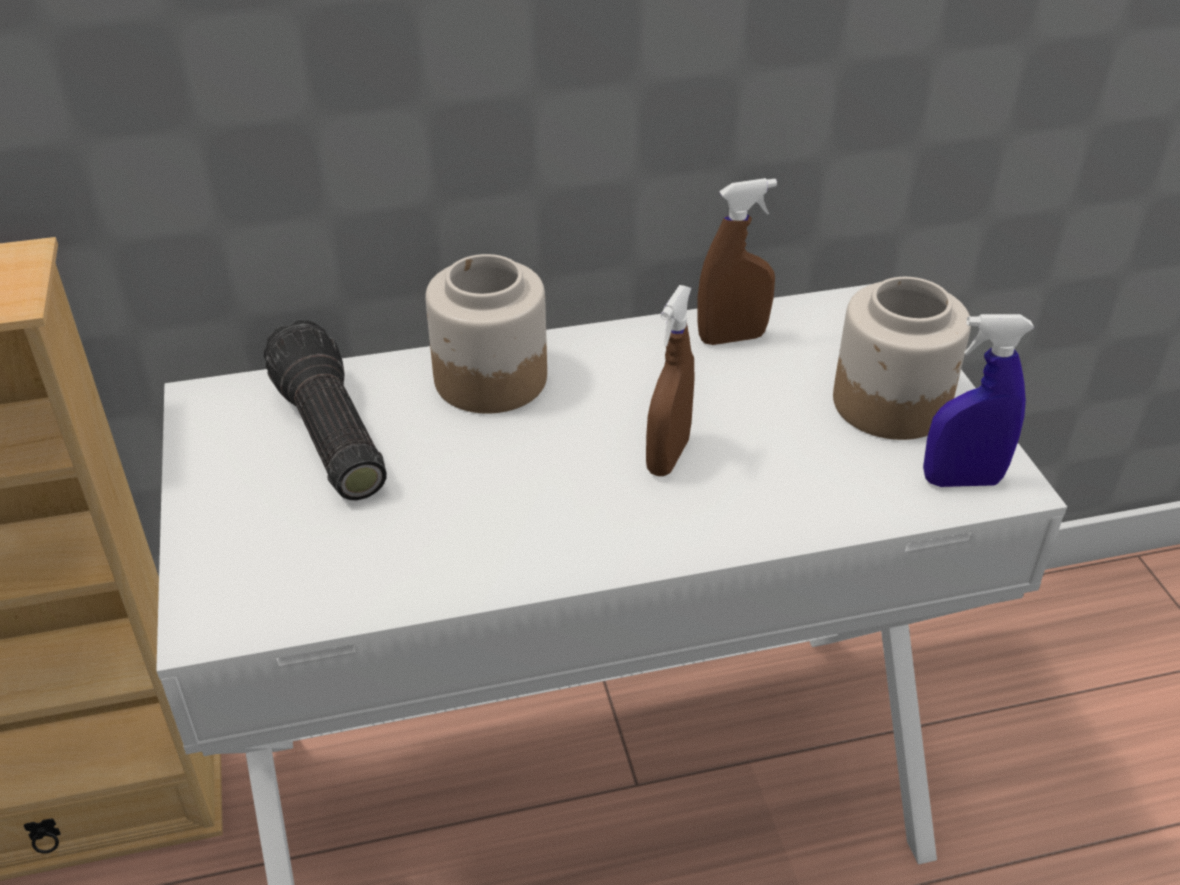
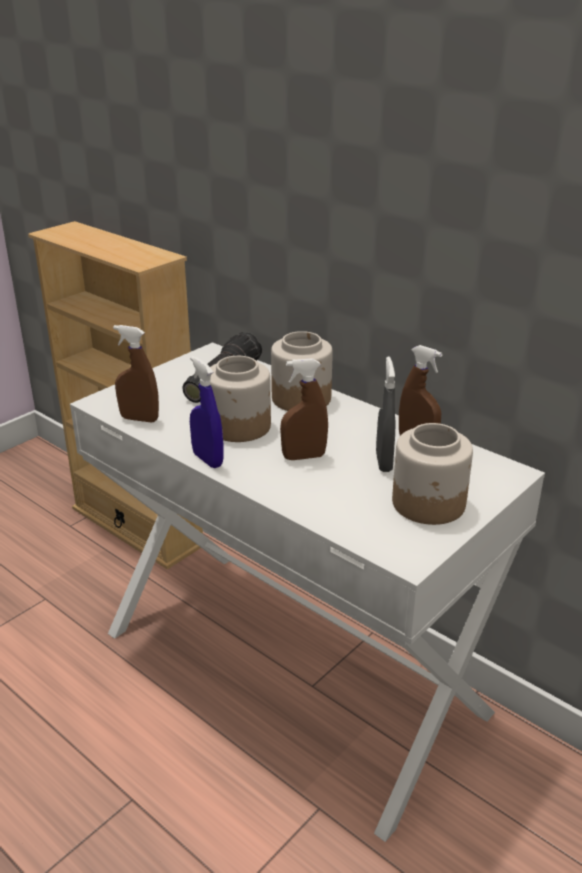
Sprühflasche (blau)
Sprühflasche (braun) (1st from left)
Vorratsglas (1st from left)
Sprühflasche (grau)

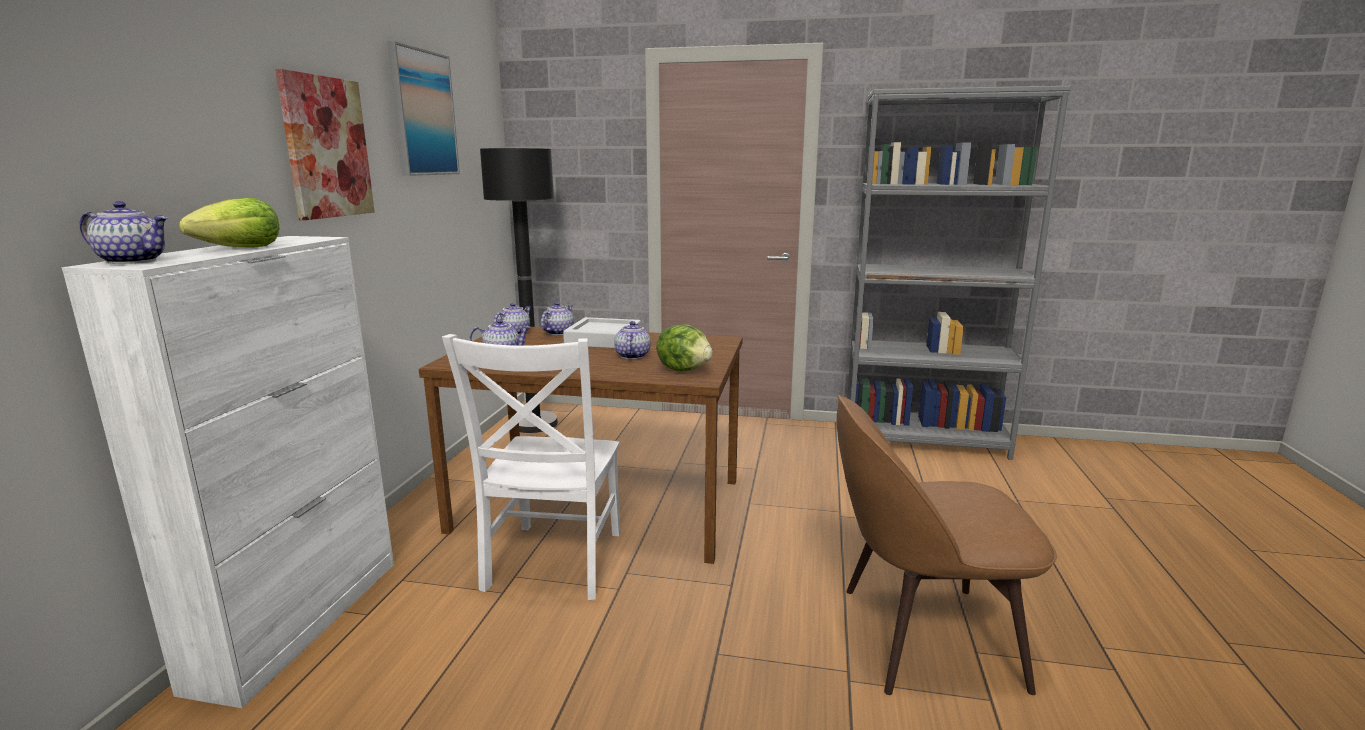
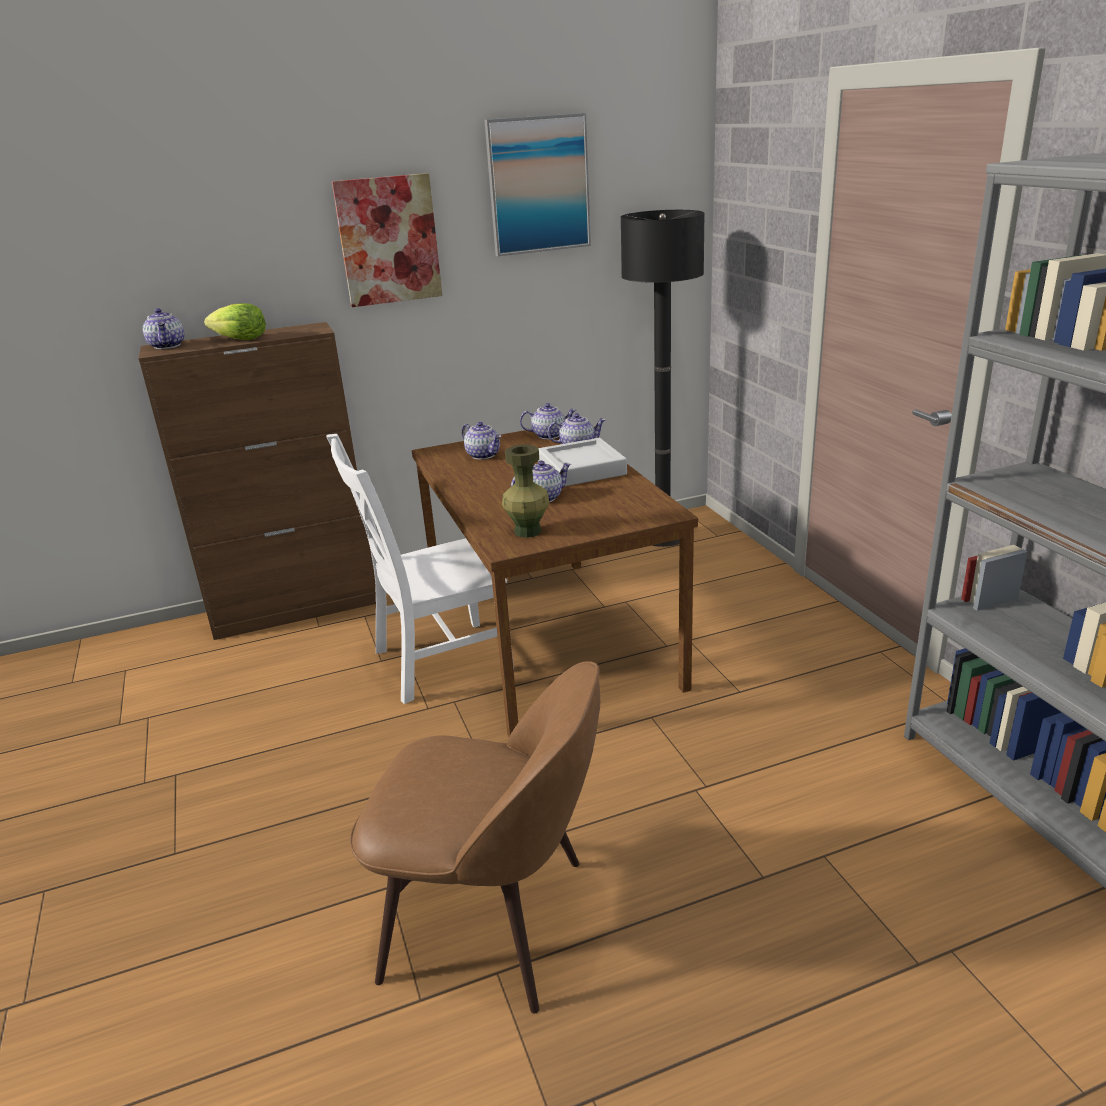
Schrank (braun)
Vase (grün)
Stuhl (braun)

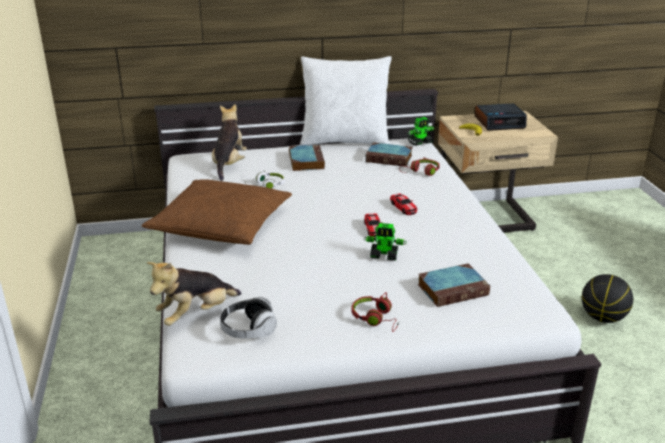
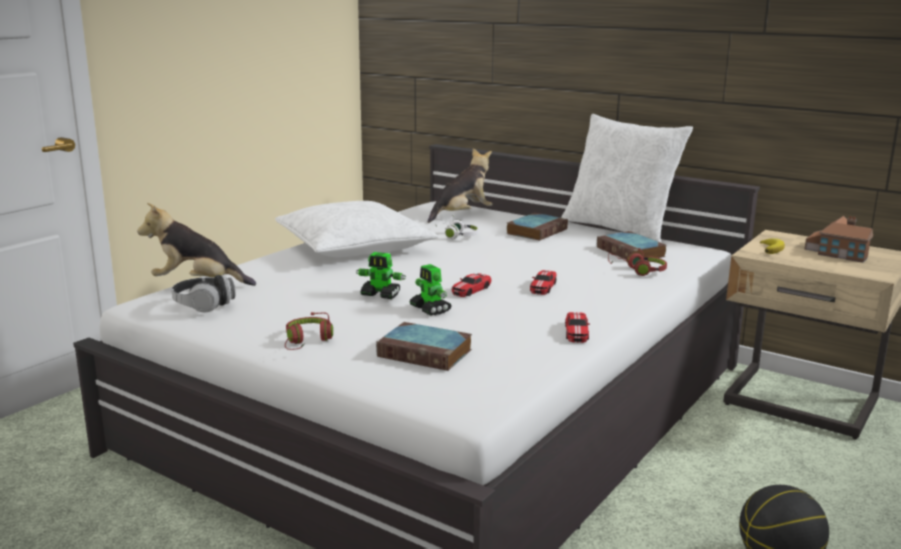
Spielzeughaus
Spielzeugroboter (1st from left)
Kissen (weiß) (1st from left)
Spielzeugauto (3rd from left)

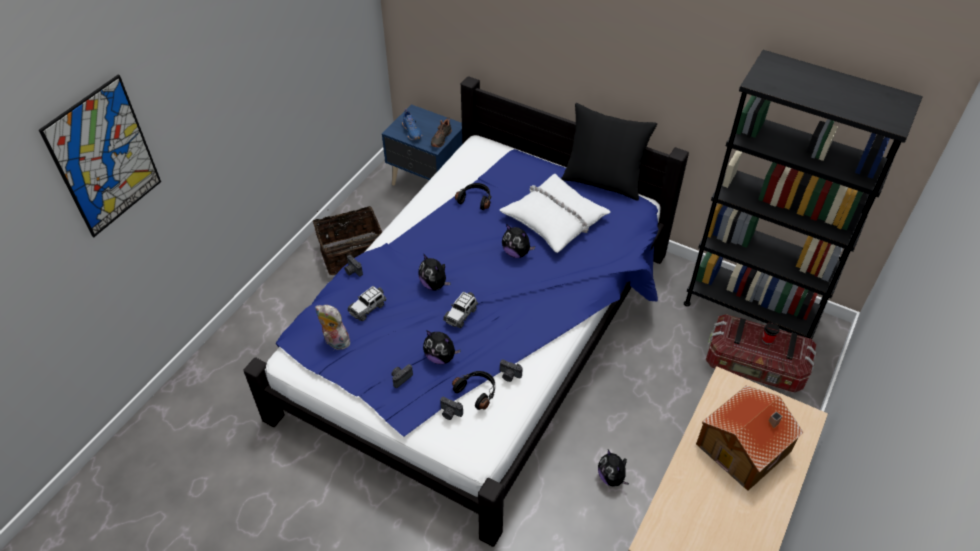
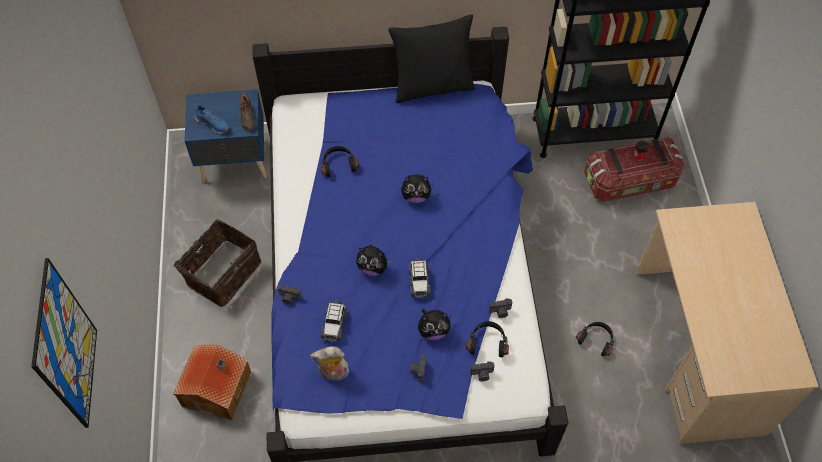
Kissen (weiß)
Spielzeughaus
Kopfhörer (schwarz) (3rd from left)

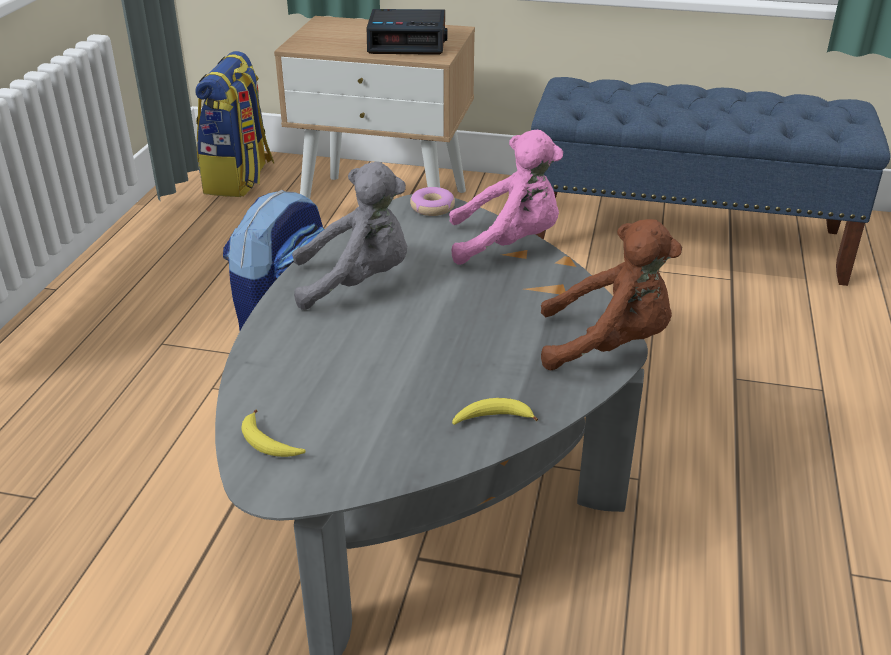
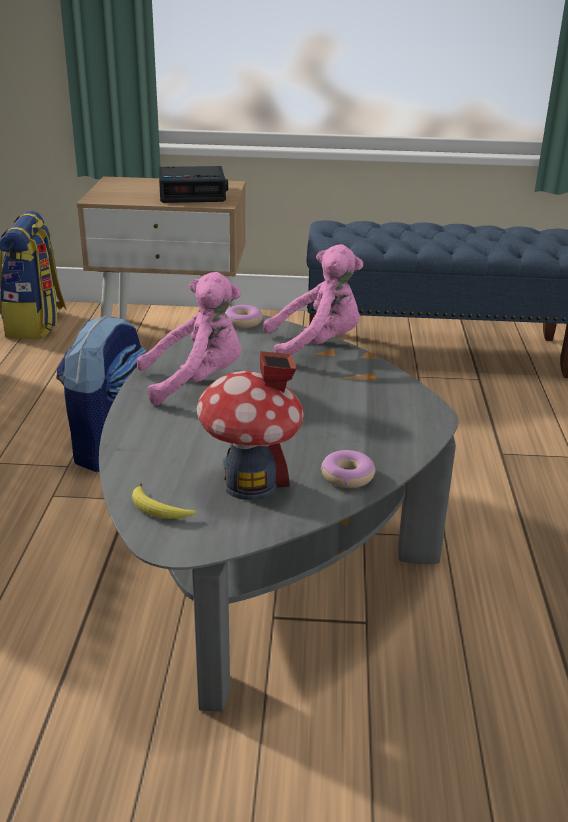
Plüschtier (rosa) (1st from left)
Plüschtier (braun)
Donut (2nd from left)
Spielzeughaus

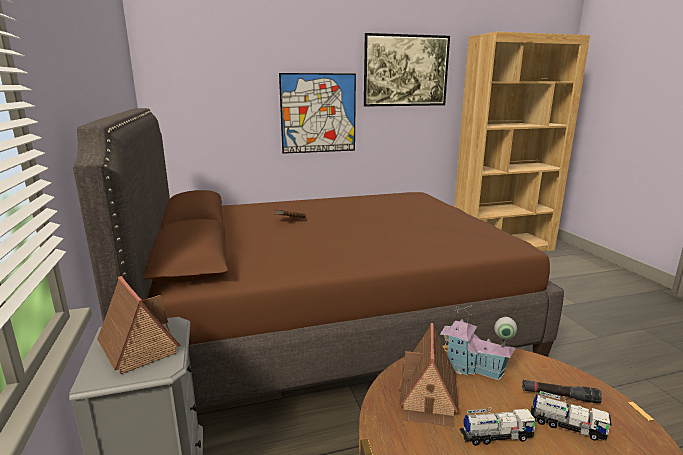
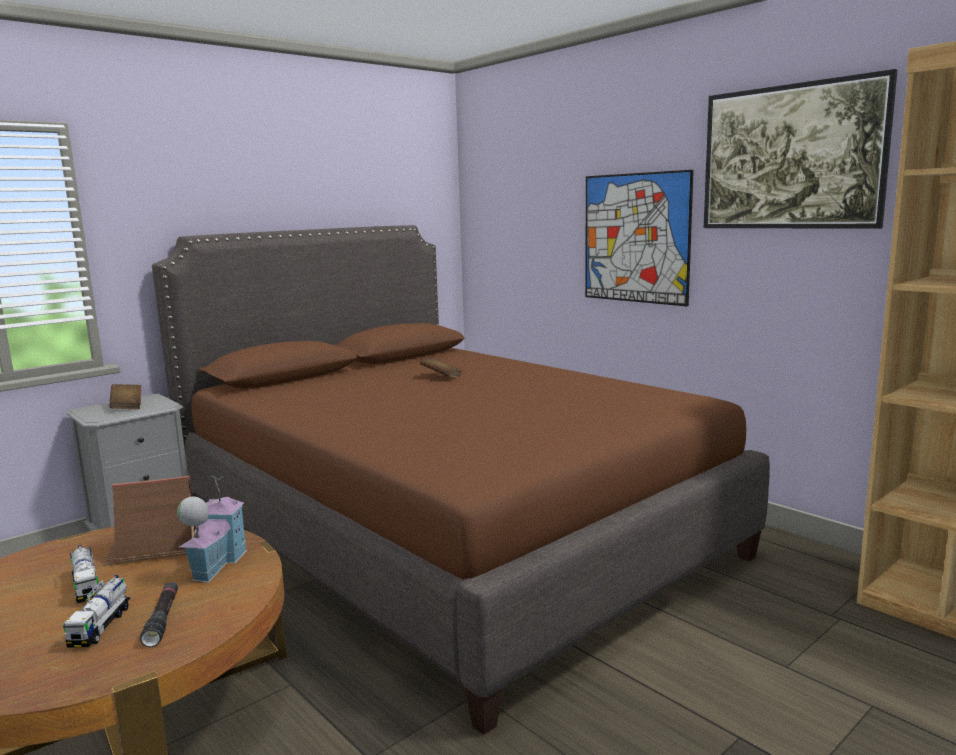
Buch (braun) (1st from left)

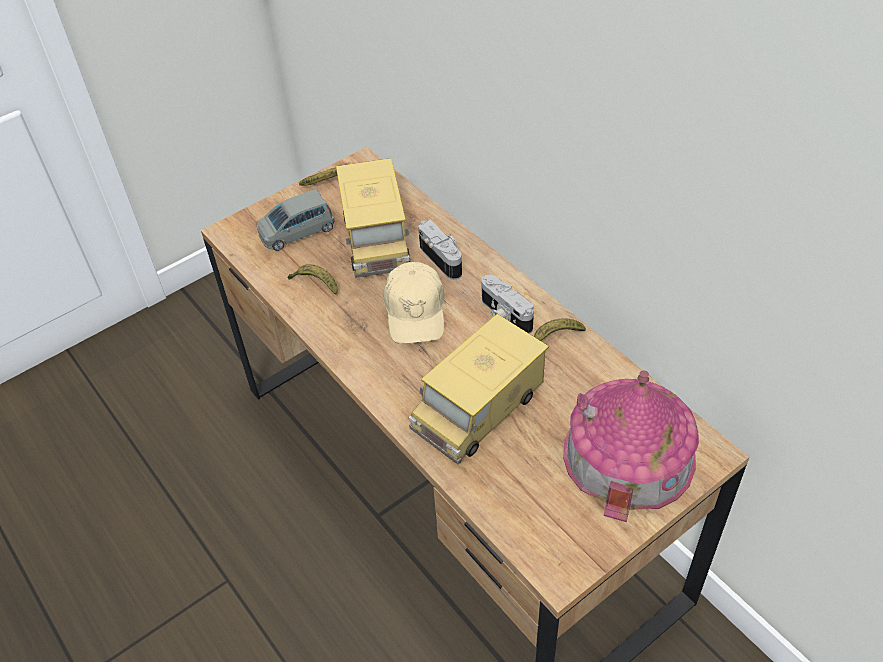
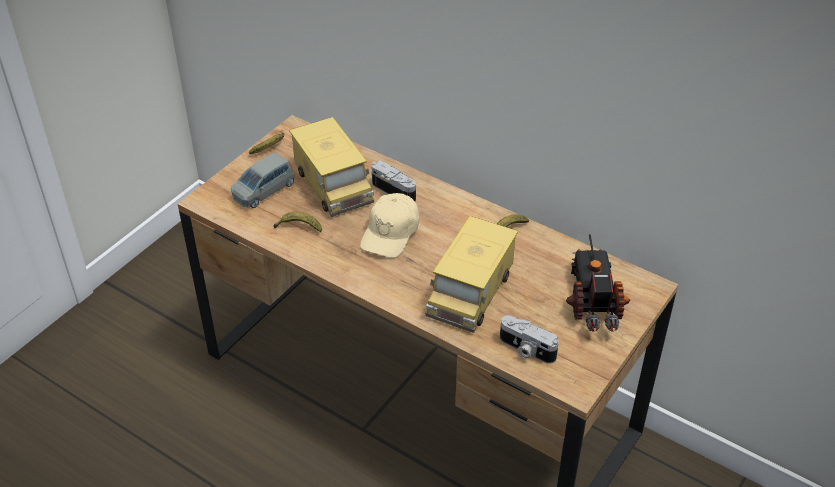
Kappe (beige)
Kamera (2nd from left)
Spielzeuglaster (3rd from left)

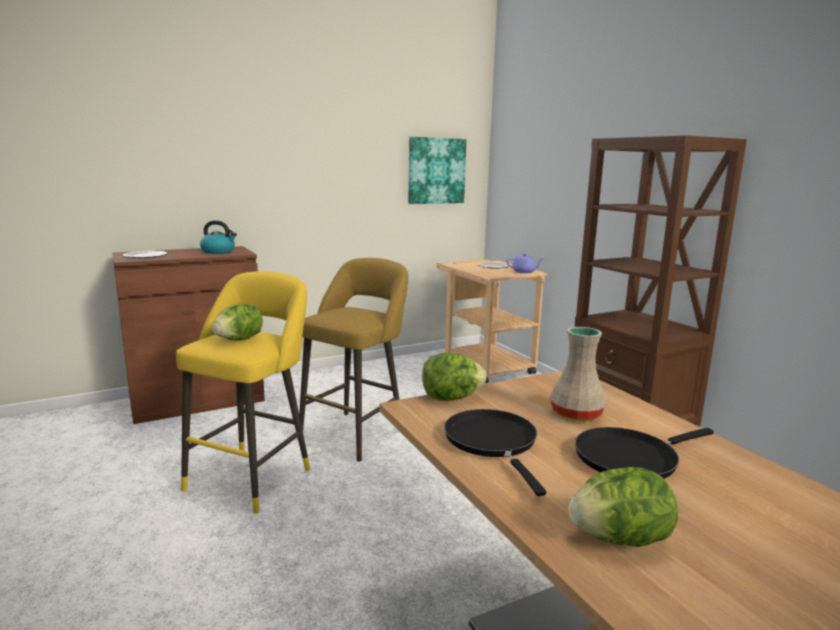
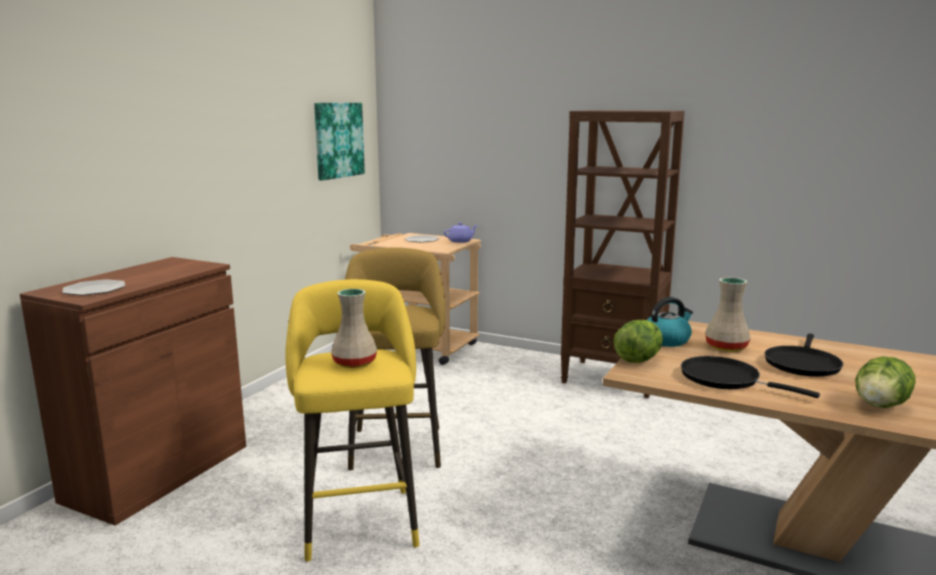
Wasserkessel
Vase (beige) (1st from left)

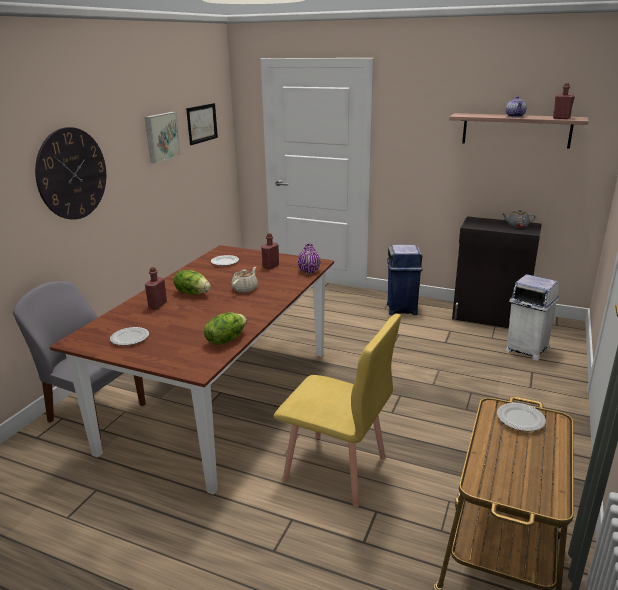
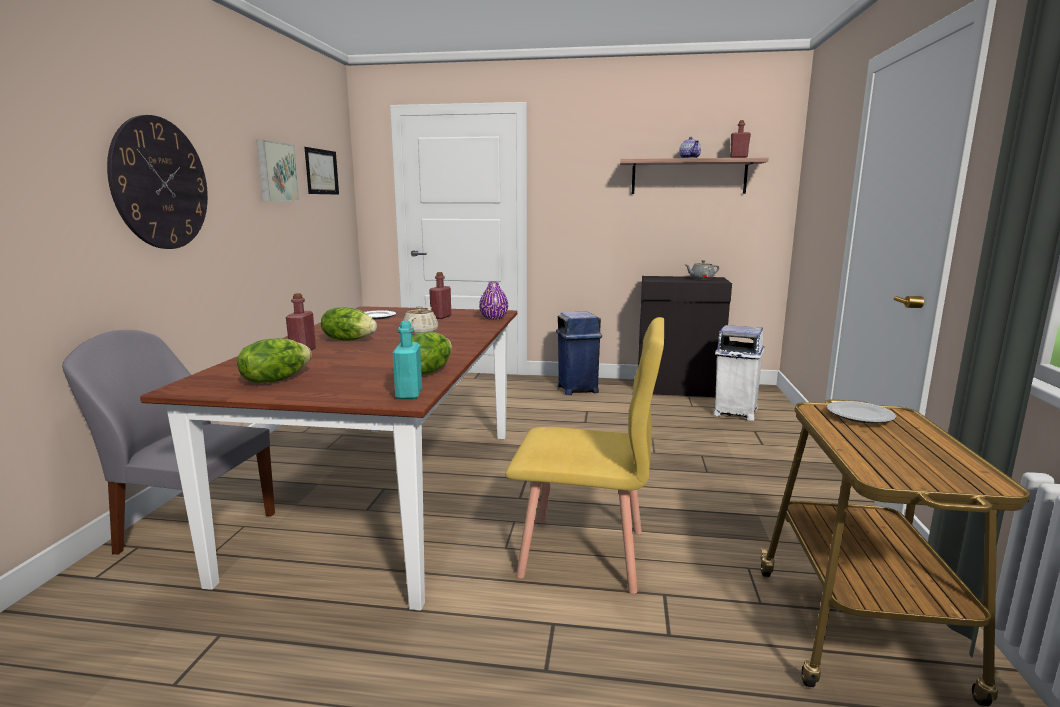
Salatkopf (1st from left)
Flasche (türkis)

